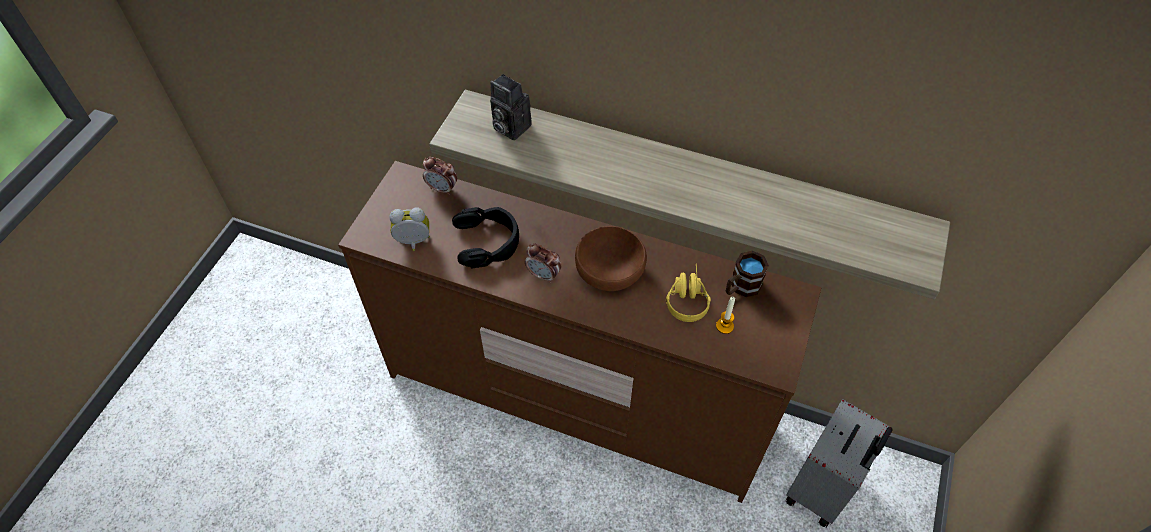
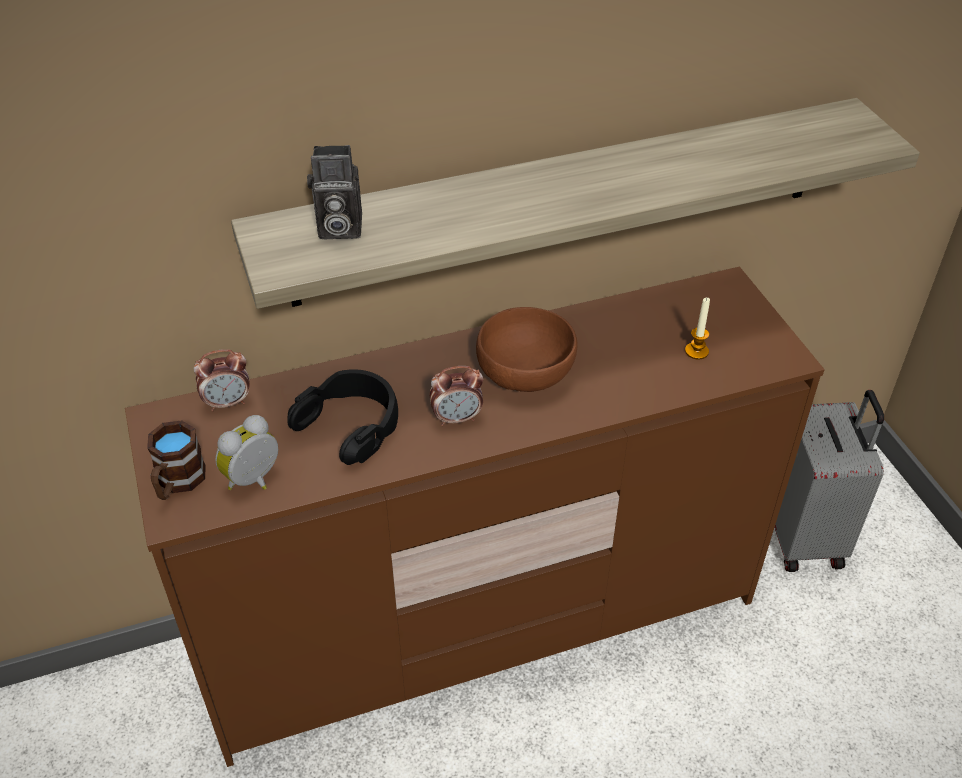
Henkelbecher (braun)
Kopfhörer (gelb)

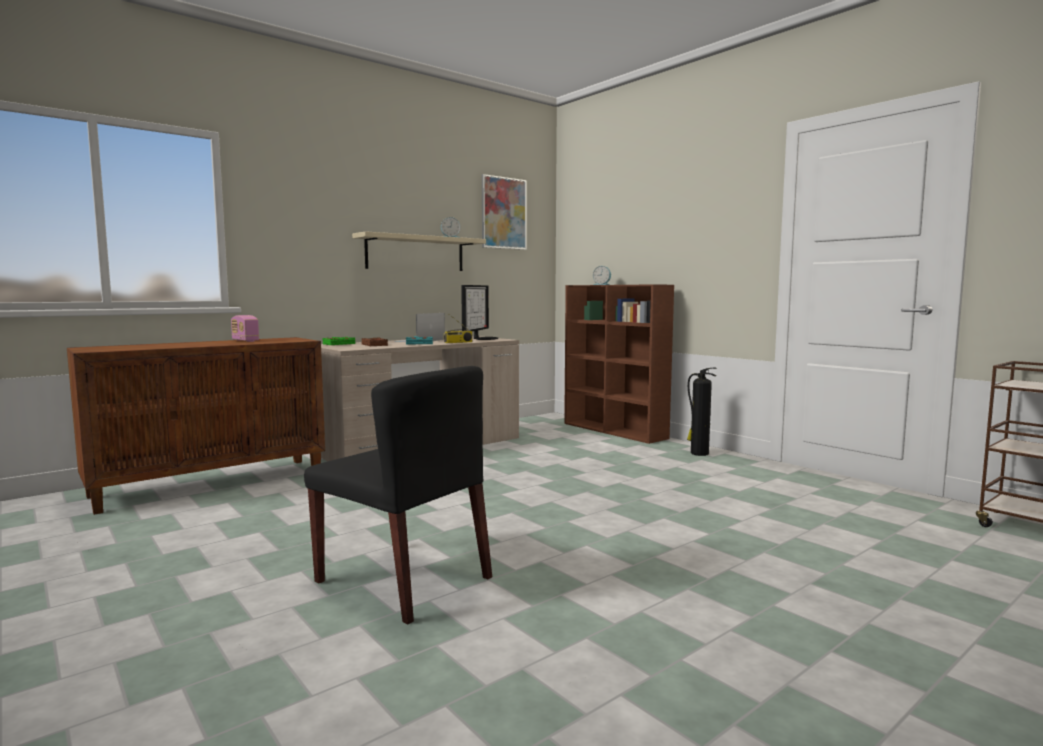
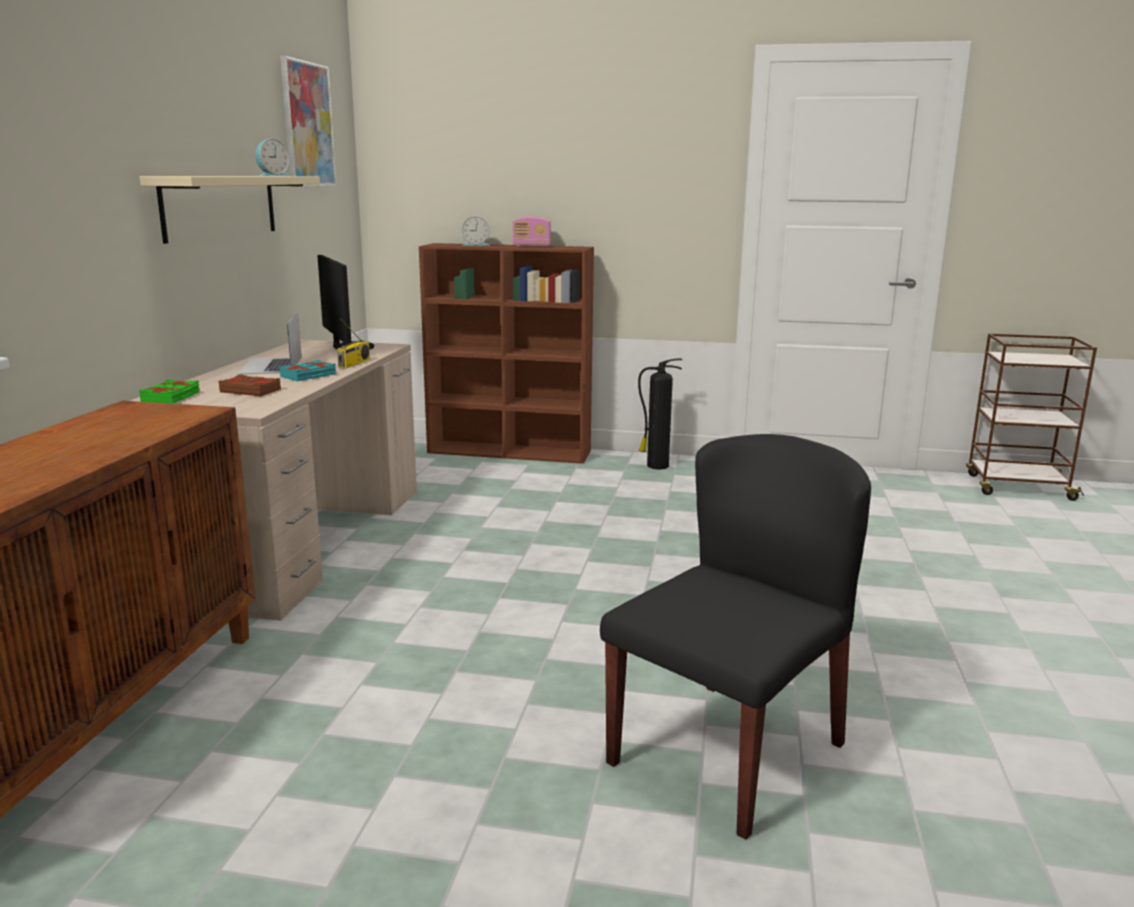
Radio (2nd from left)
Stuhl (schwarz)

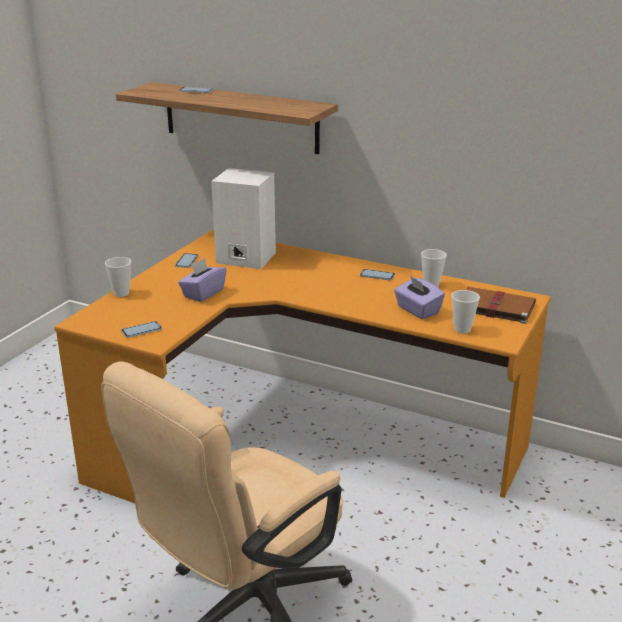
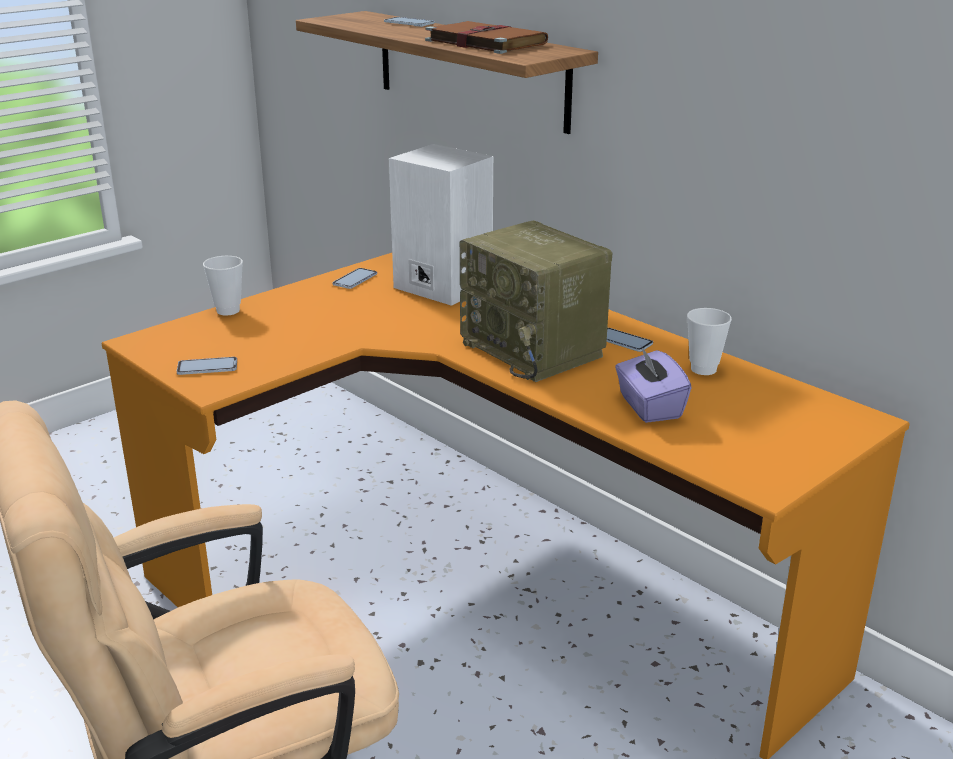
Taschentuchbox (lila) (1st from left in the first image)
Buch (braun)
Tasse (3rd from left in the first image)
Radio

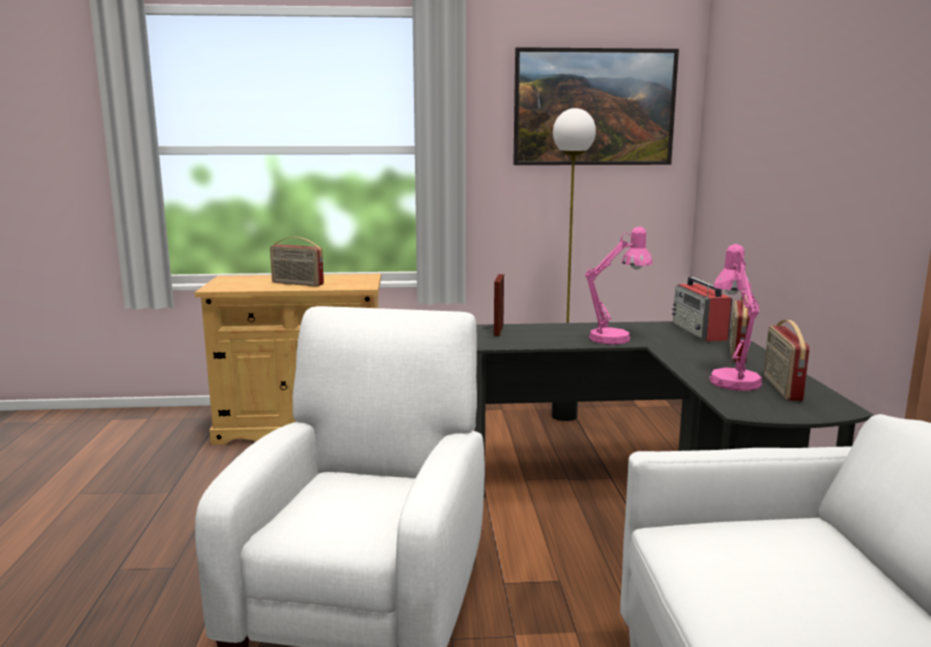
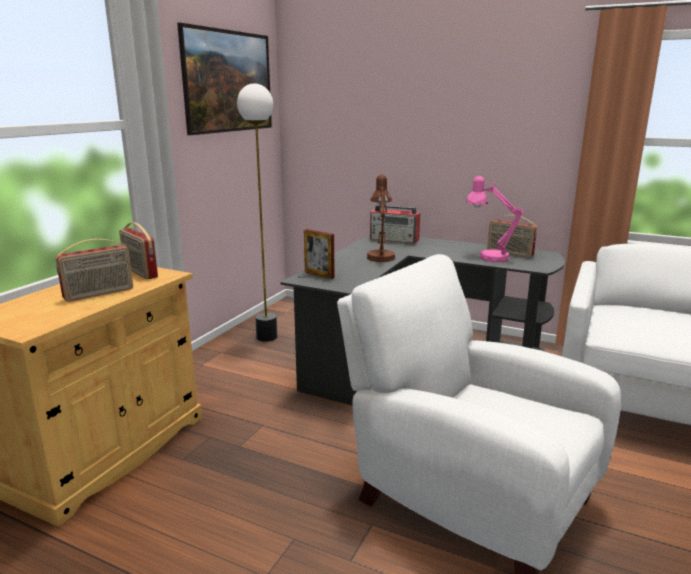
Tischlampe (braun)
Radio (2nd from left)

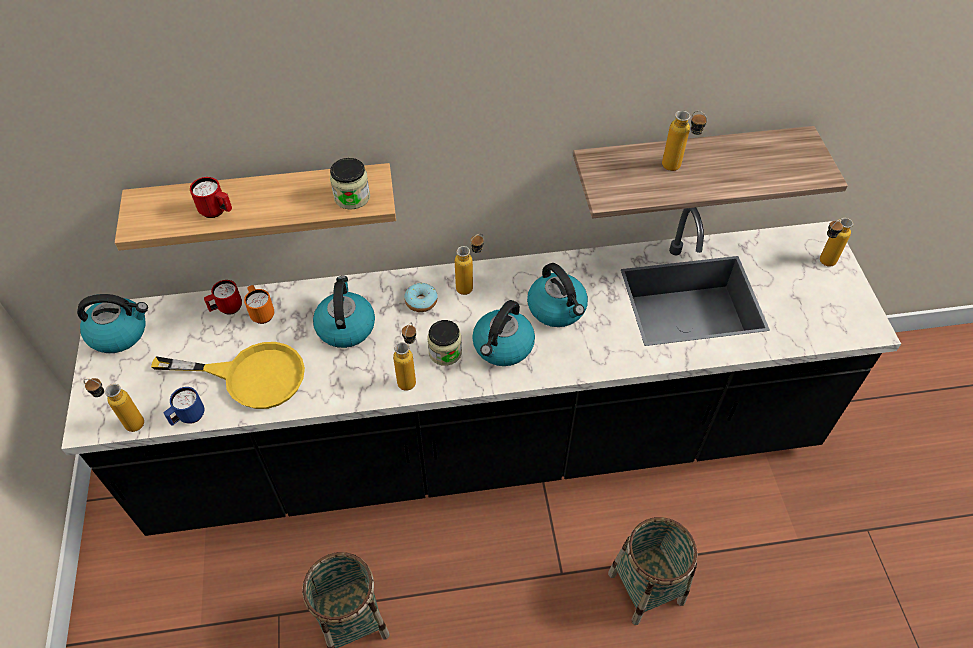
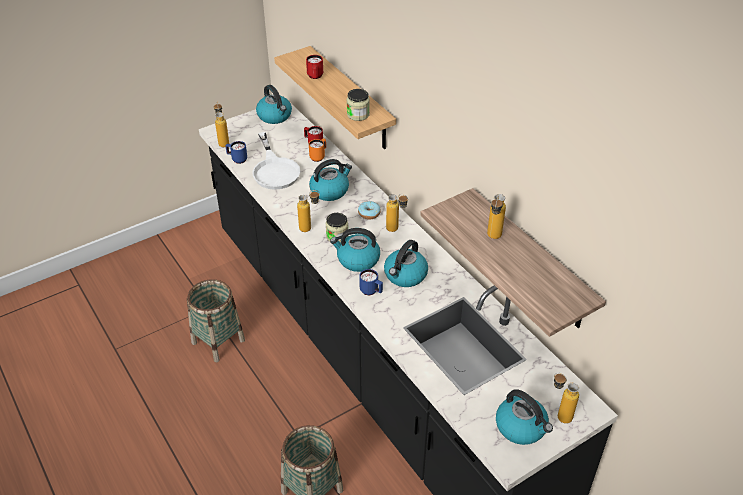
Pfanne (weiß)
Henkelbecher (blau) (2nd from left)
Wasserkessel (5th from left)

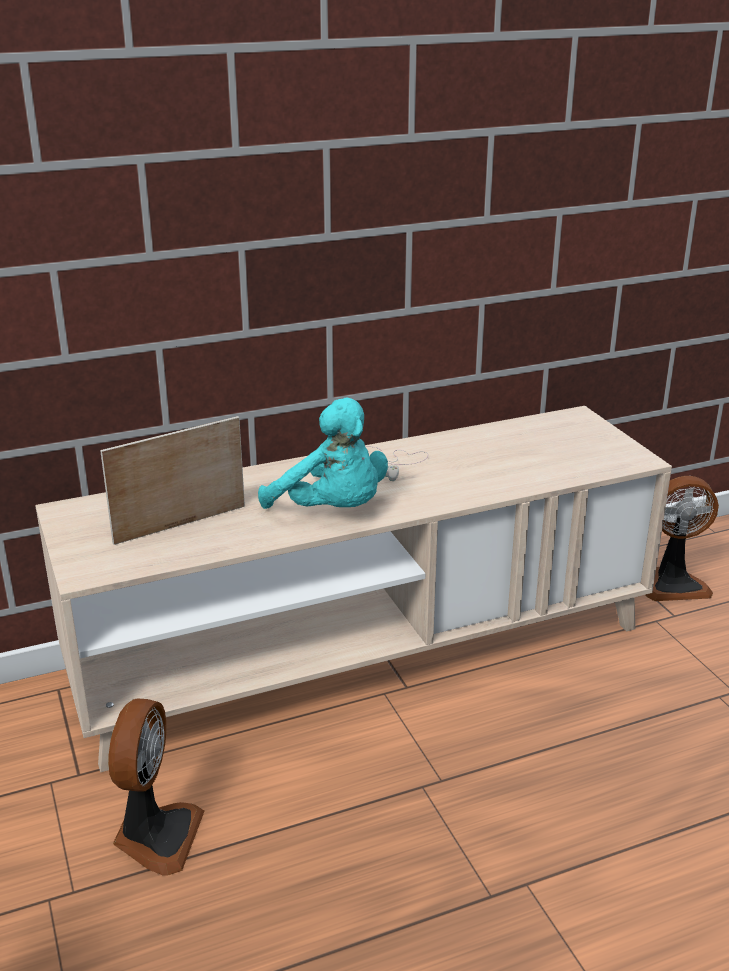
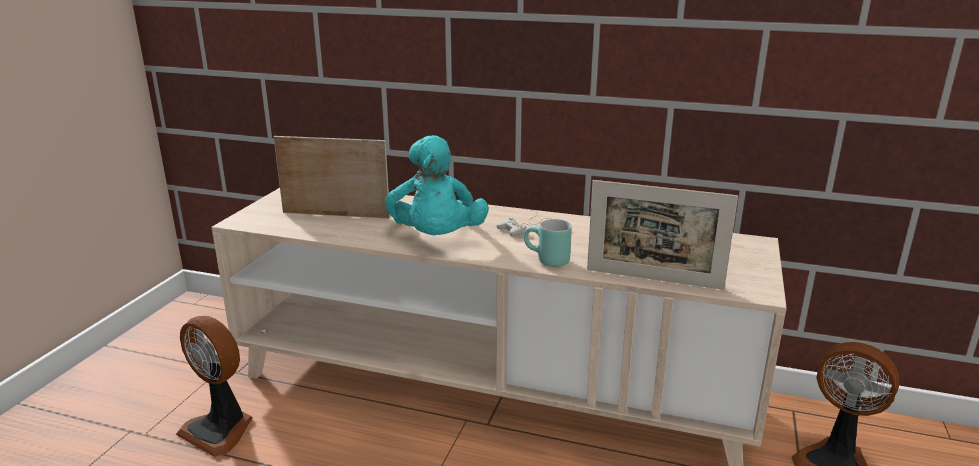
Ventilator (1st from left)
Bilderrahmen (2nd from left)
Henkelbecher (türkis)

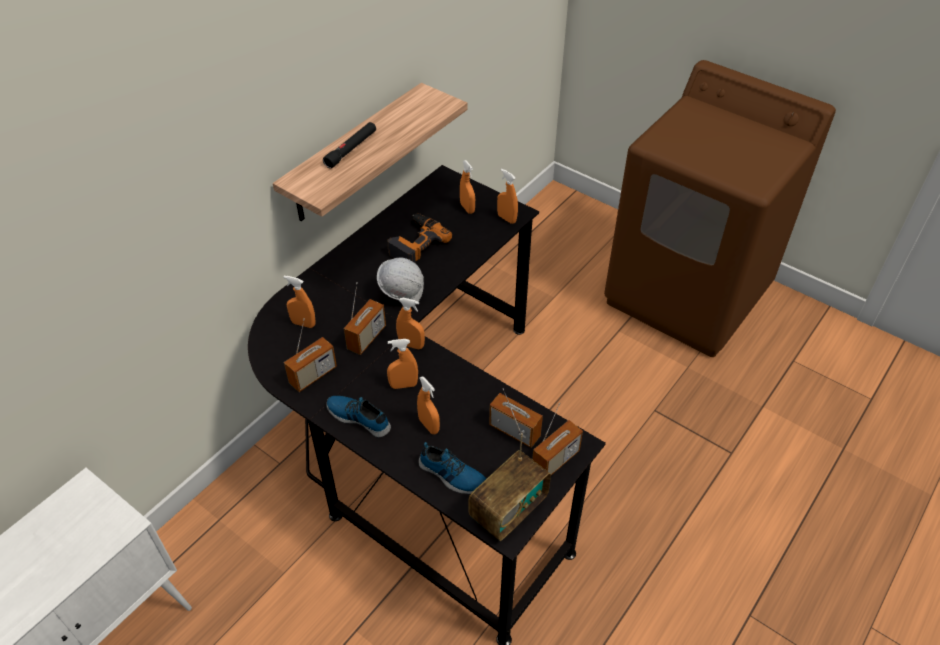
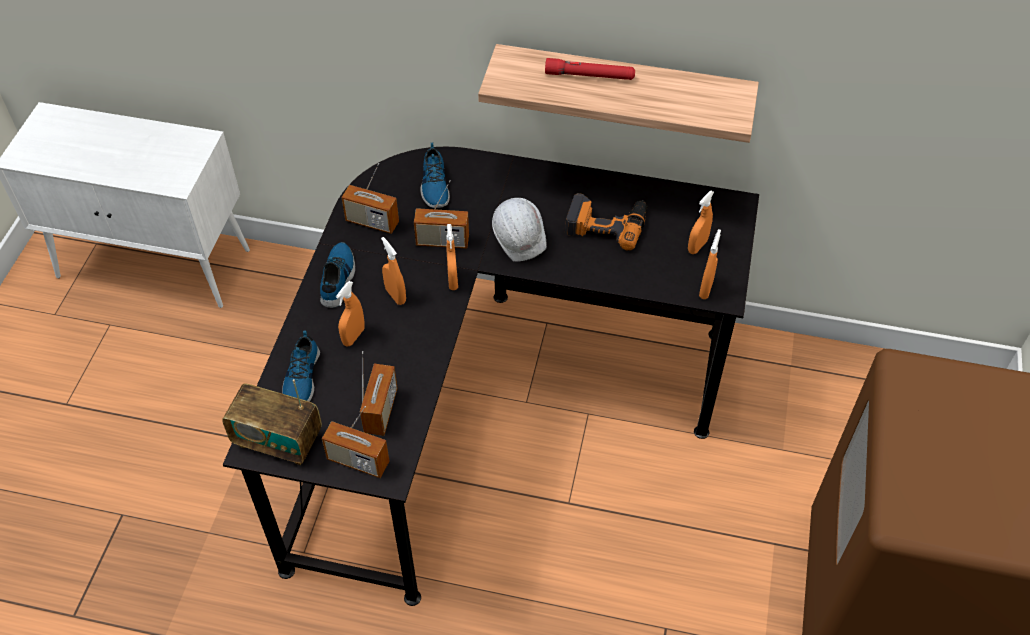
Taschenlampe (rot)
Schuh (3rd from left)

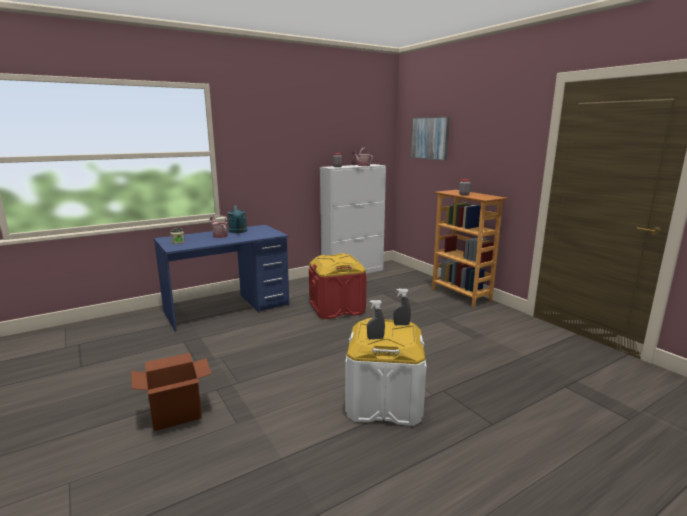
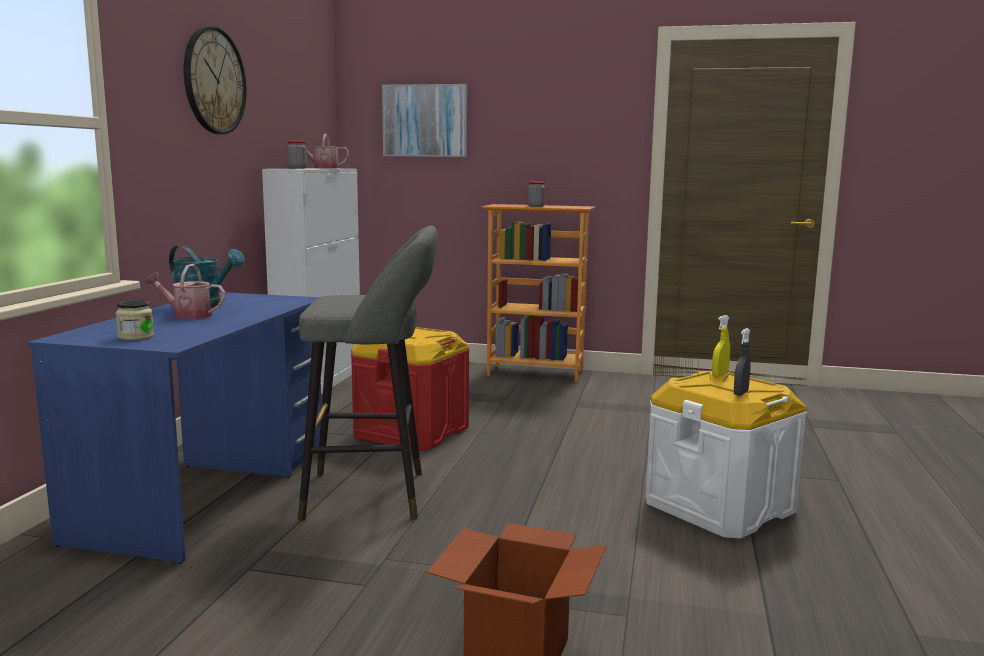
Sprühflasche (gelb)
Wanduhr
Hocker (grau)

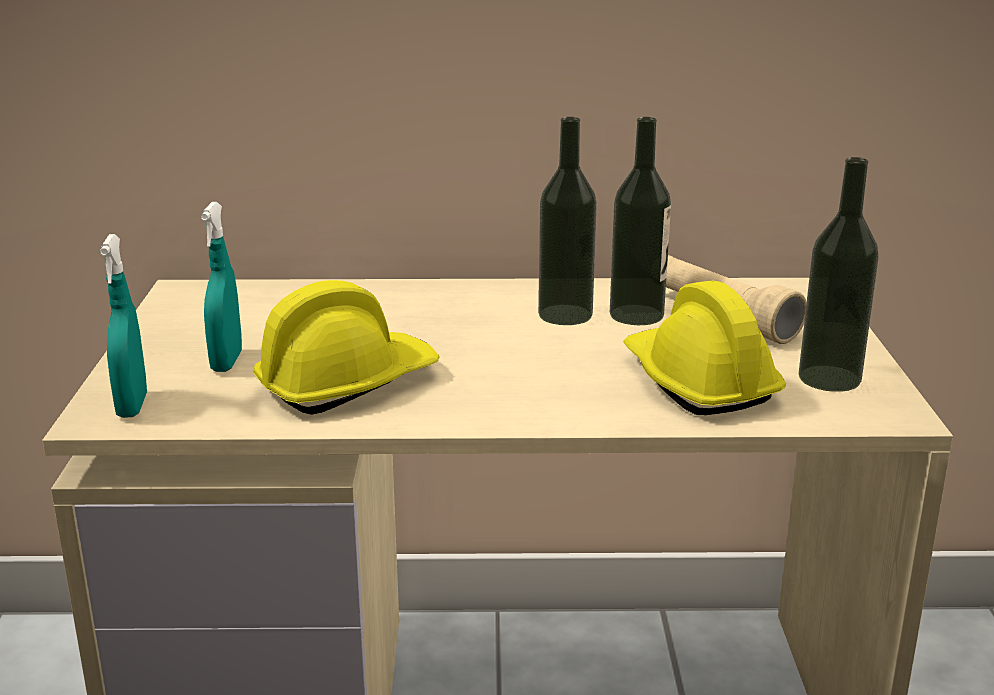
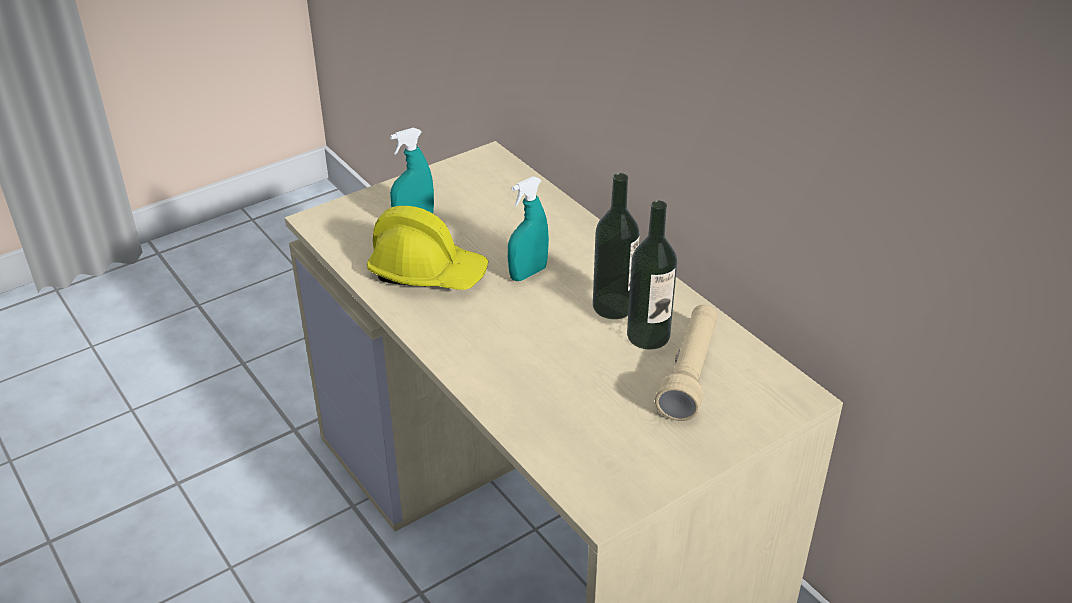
Flasche (3rd from left in the first image)
Sprühflasche (türkis) (2nd from left)
Schutzhelm (gelb) (2nd from left in the first image)

